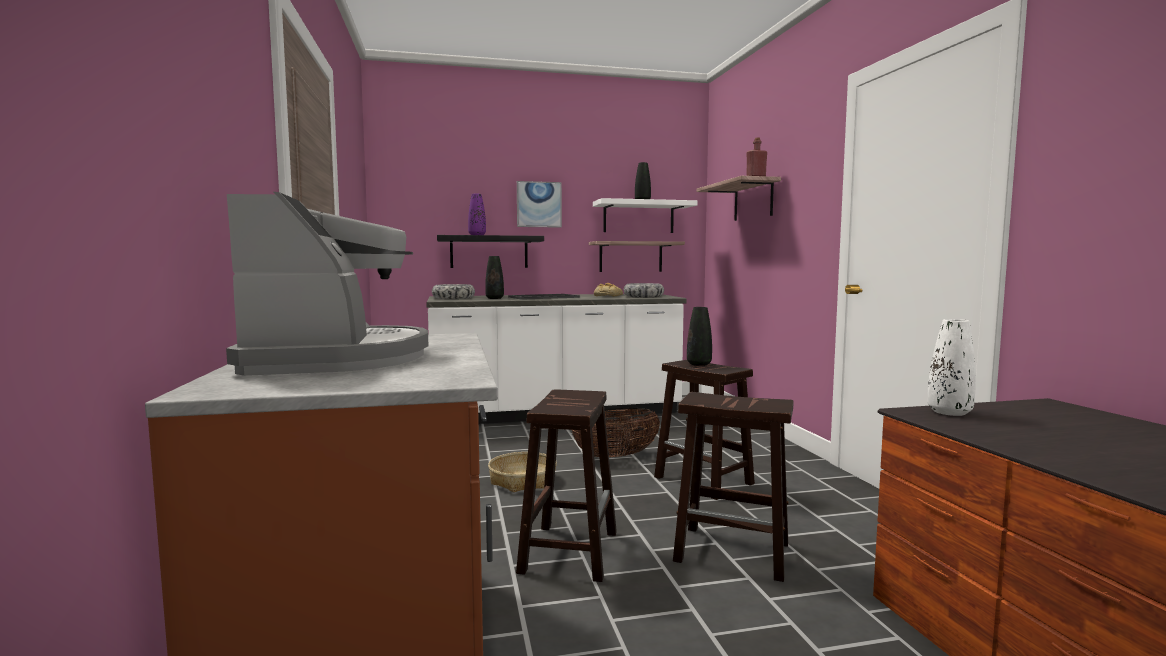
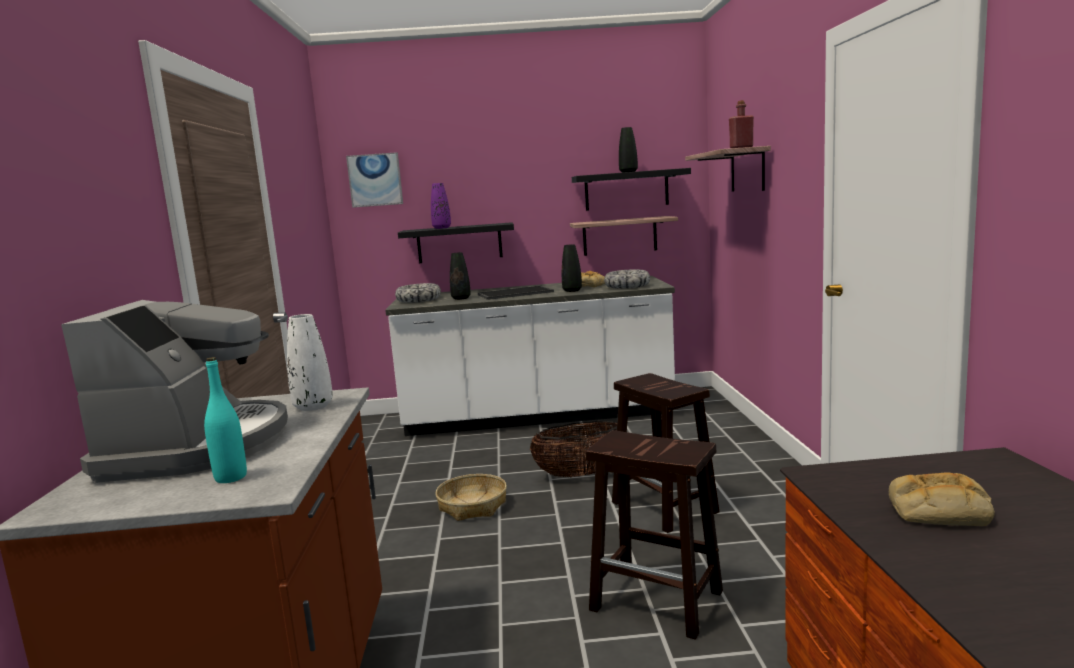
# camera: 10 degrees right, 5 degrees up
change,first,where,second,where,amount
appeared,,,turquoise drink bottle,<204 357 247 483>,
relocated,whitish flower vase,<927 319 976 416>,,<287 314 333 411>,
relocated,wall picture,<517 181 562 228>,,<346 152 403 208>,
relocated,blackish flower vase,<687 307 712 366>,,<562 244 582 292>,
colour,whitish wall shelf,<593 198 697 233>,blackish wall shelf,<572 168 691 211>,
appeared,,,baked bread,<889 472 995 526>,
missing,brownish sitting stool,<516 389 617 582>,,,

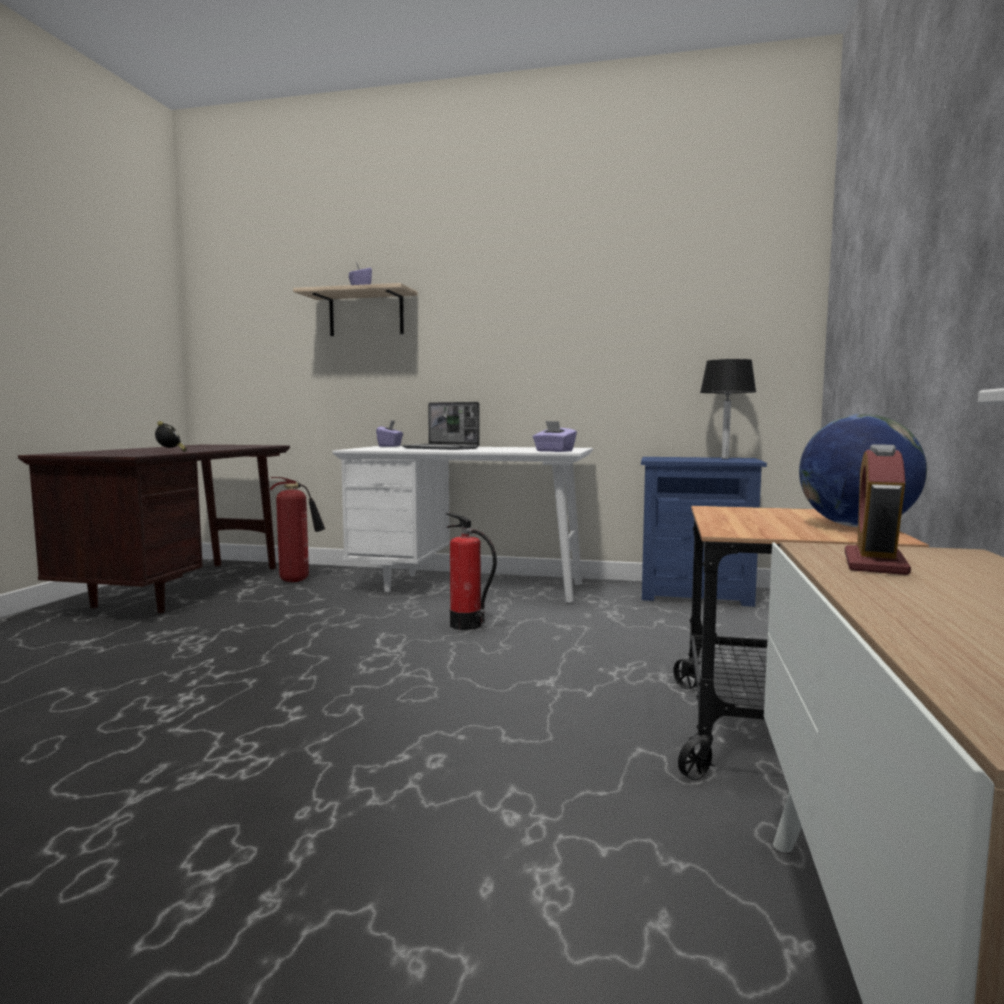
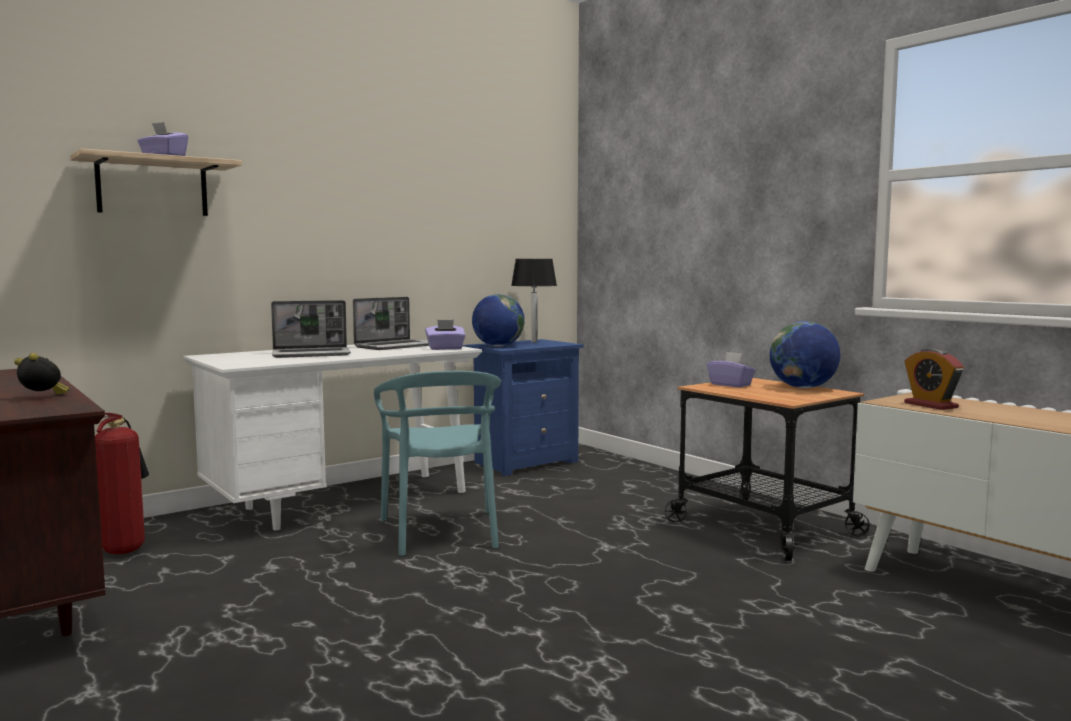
# camera: 50 degrees left, 0 degrees up
change,first,where,second,where,amount
appeared,,,portable computer,<353 297 429 350>,
exchanged,fire-fighting cylinder,<445 513 497 630>,turquoise chair,<374 371 501 556>,
appeared,,,globe,<472 294 525 347>,
relocated,purple-coloured tissue box,<376 421 403 447>,,<707 352 756 387>,

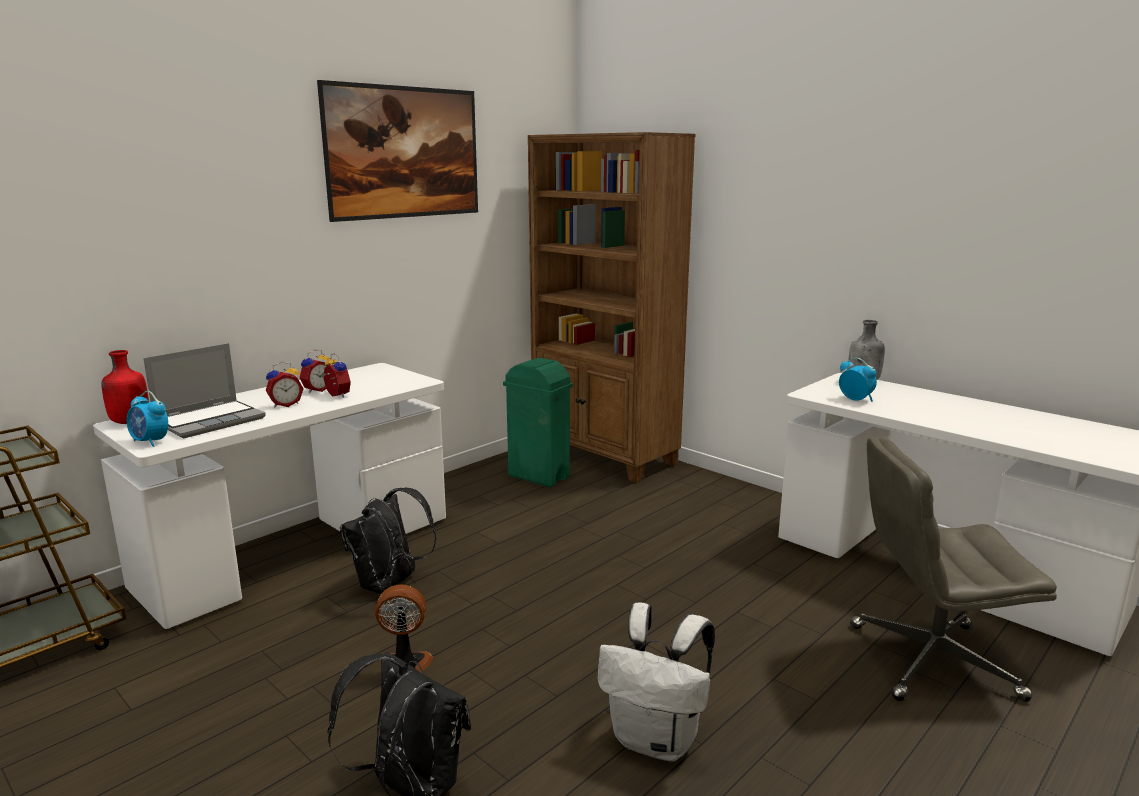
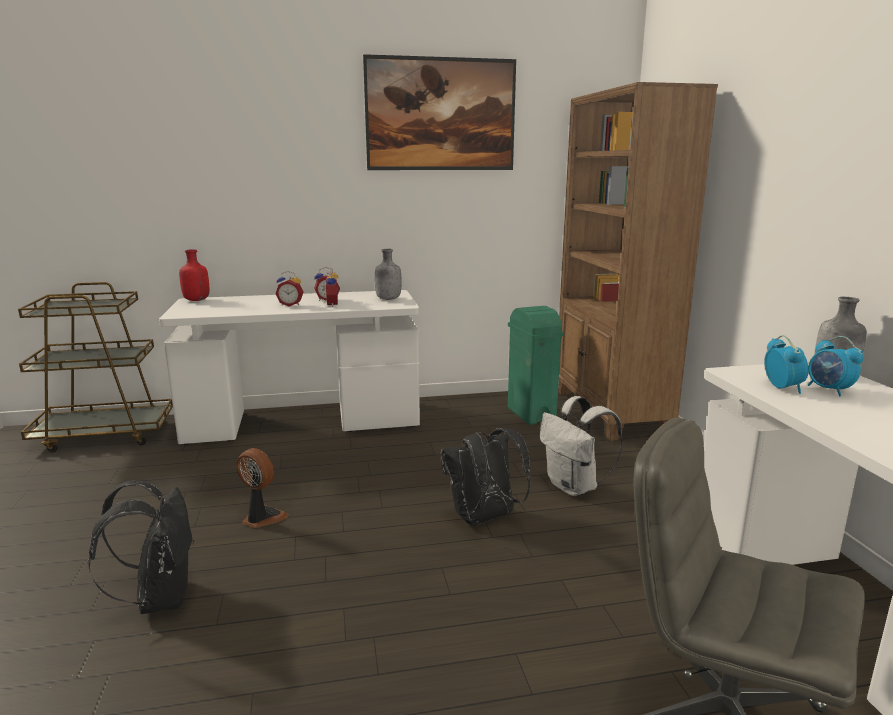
# camera: 35 degrees right, 0 degrees up
change,first,where,second,where,amount
appeared,,,gray drink bottle,<375 249 401 300>,
relocated,blackish backpack,<340 488 436 594>,,<441 428 531 526>,
relocated,whitish backpack,<597 603 715 761>,,<540 396 623 496>,
relocated,table clock,<127 391 168 447>,,<808 336 864 396>,
missing,portable computer,<143 343 266 438>,,,

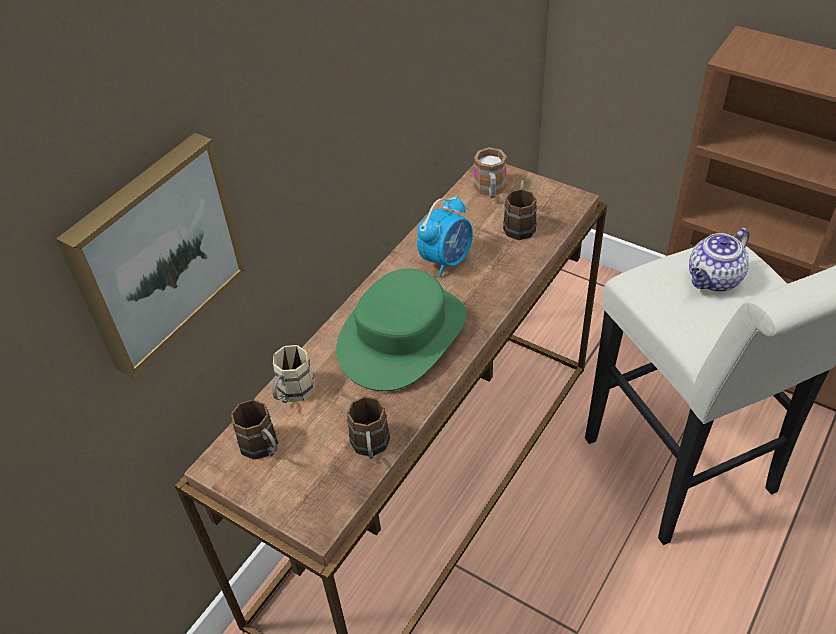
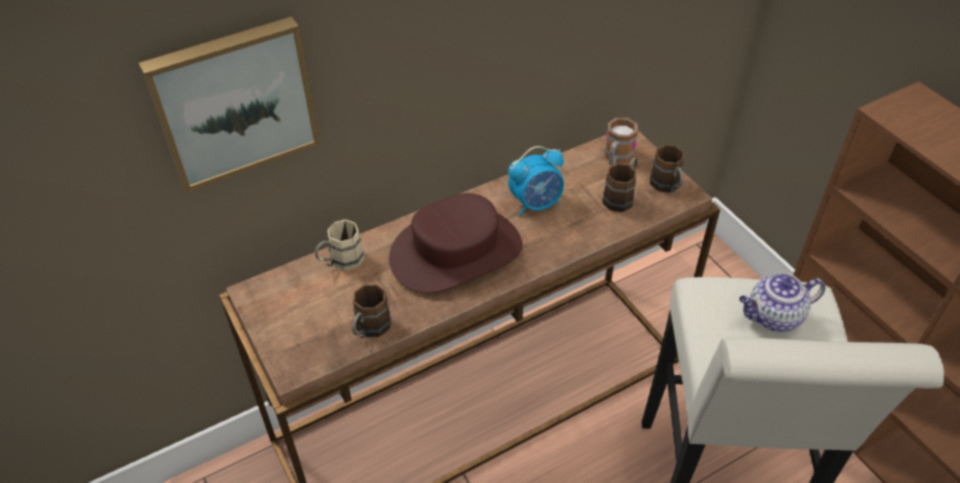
# camera: 25 degrees right, 0 degrees up
change,first,where,second,where,amount
colour,green wearable hat,<336 268 467 391>,brownish wearable hat,<389 193 522 293>,
relocated,brownish tea mug,<231 399 278 460>,,<650 145 684 193>,

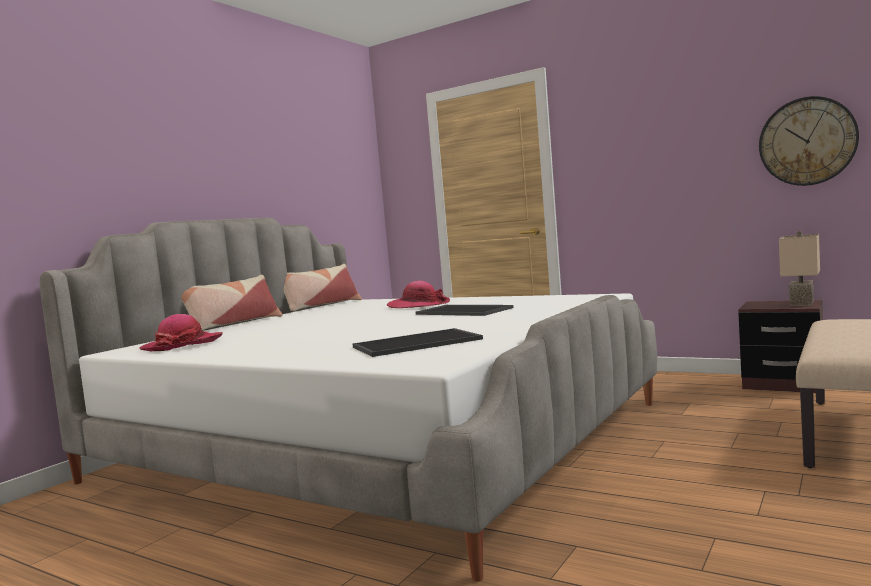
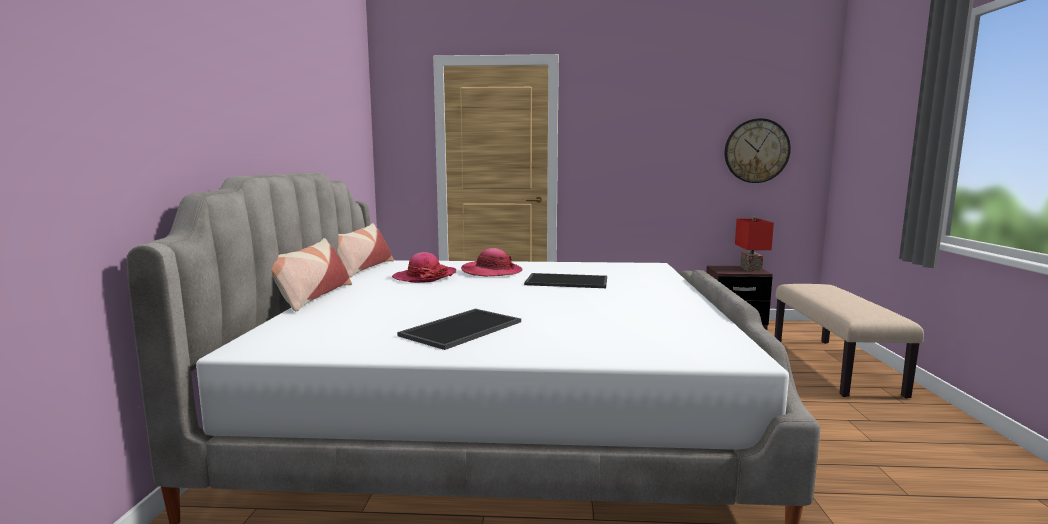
# camera: 30 degrees left, 5 degrees up
change,first,where,second,where,amount
relocated,wearable hat,<139 314 223 351>,,<392 252 456 283>,
relocated,tray,<353 328 483 357>,,<397 309 521 350>,
colour,beige-coloured table lamp,<779 231 820 306>,reddish table lamp,<735 217 774 271>,

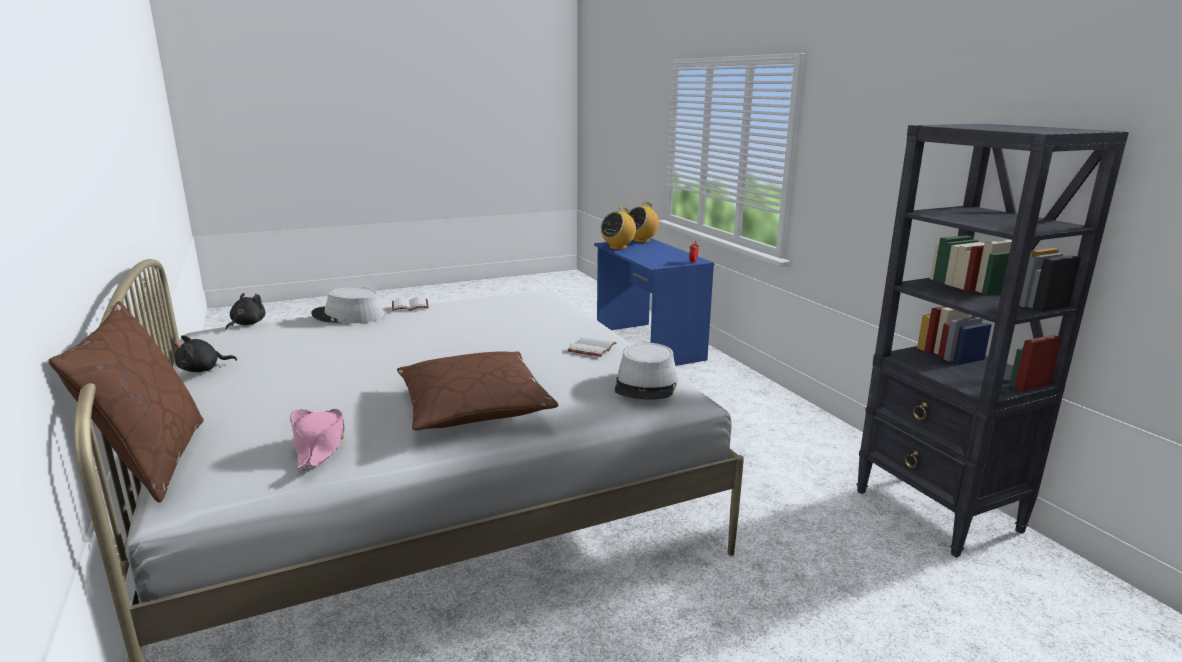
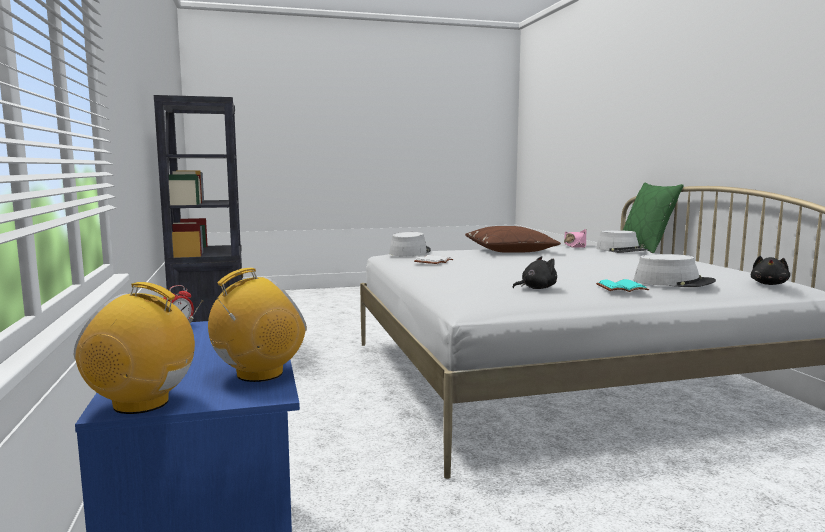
# camera: 170 degrees left, 10 degrees down
change,first,where,second,where,amount
spun,radio receiver,<628 202 659 243>,,<74 282 203 414>,135 degrees counterclockwise
relocated,blackish soft toy,<173 336 237 372>,,<512 256 557 289>,
appeared,,,gray wearable hat,<596 230 648 253>,
colour,whitish volume,<392 296 429 311>,turquoise volume,<596 279 649 292>,
colour,brownish pillow,<48 301 204 503>,green pillow,<623 183 684 253>,

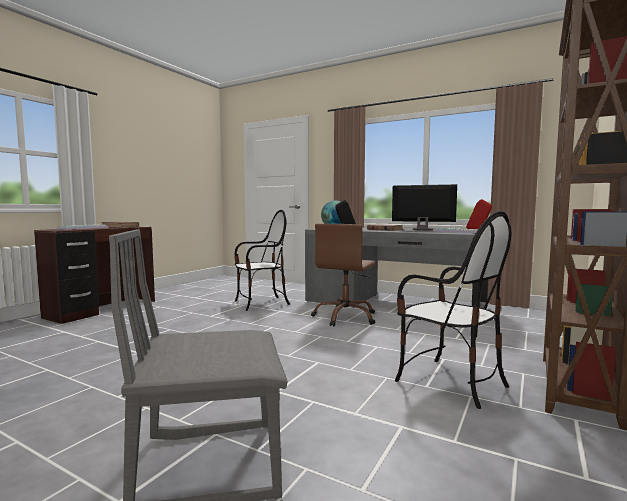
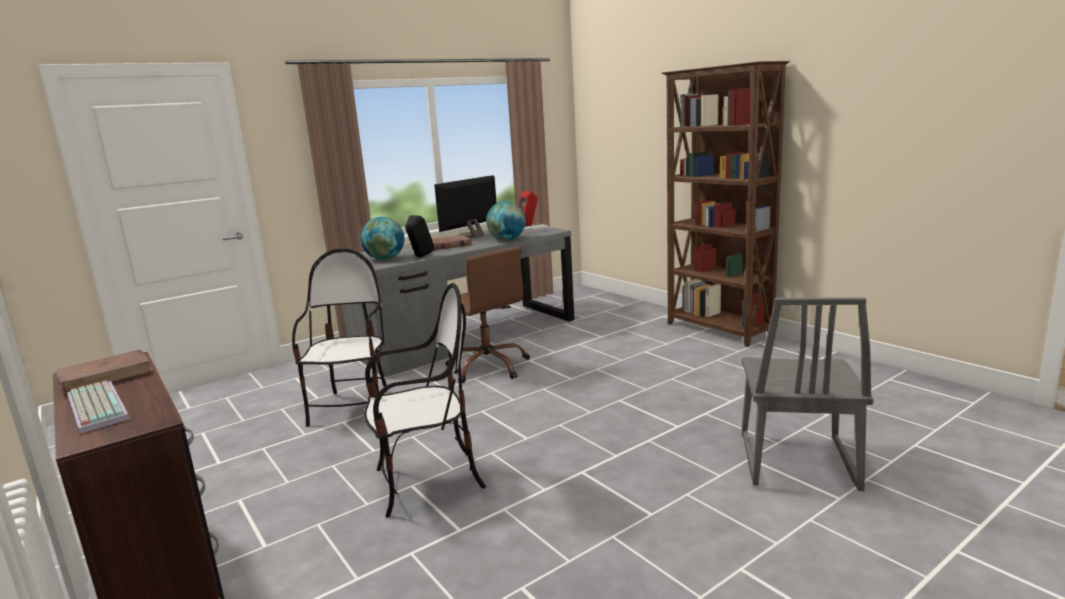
# camera: 65 degrees left, 10 degrees up
change,first,where,second,where,amount
relocated,chair,<395 211 512 409>,,<364 283 486 517>,
appeared,,,globe,<486 201 526 241>,

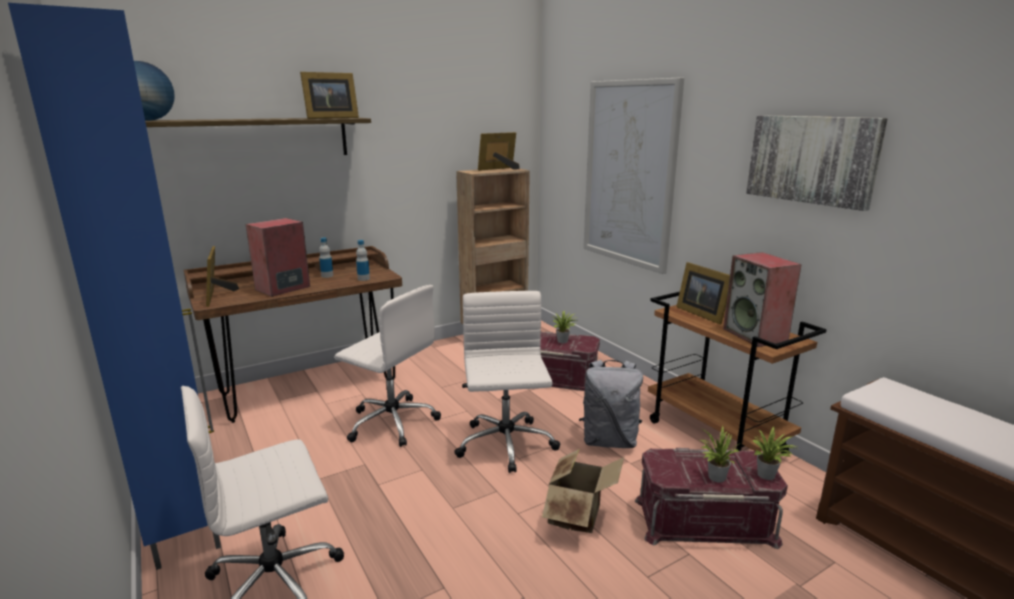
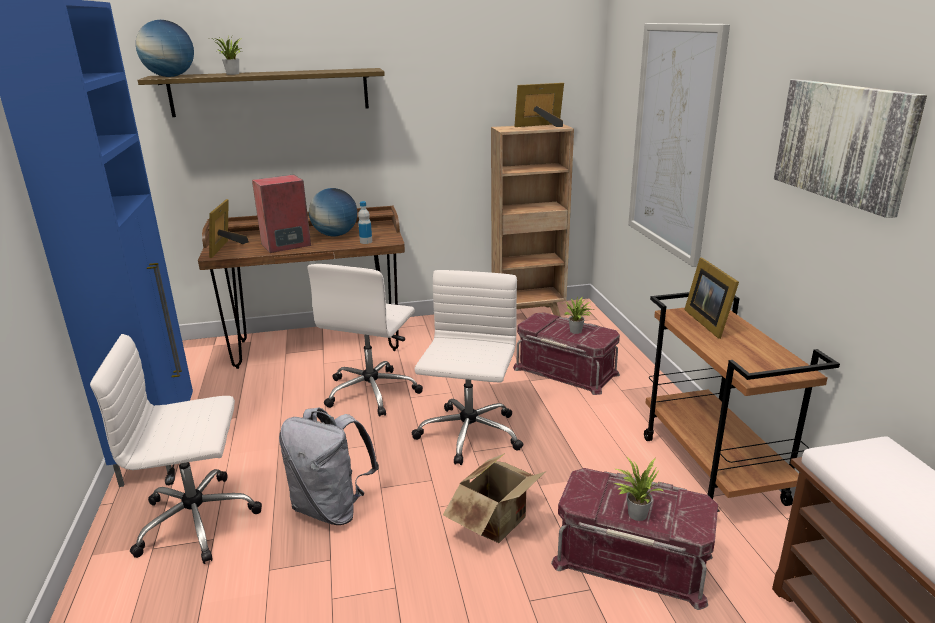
# camera: 20 degrees right, 5 degrees up
change,first,where,second,where,amount
relocated,houseplant,<752 427 797 480>,,<210 35 242 75>,
relocated,gray backpack,<579 360 643 448>,,<279 407 379 525>,
spun,whitish computer chair,<335 285 441 447>,,<307 264 423 417>,60 degrees clockwise
exchanged,drink bottle,<319 238 333 278>,globe,<309 188 357 236>,
missing,picture frame,<300 72 359 119>,,,
missing,speaker,<723 252 802 347>,,,

